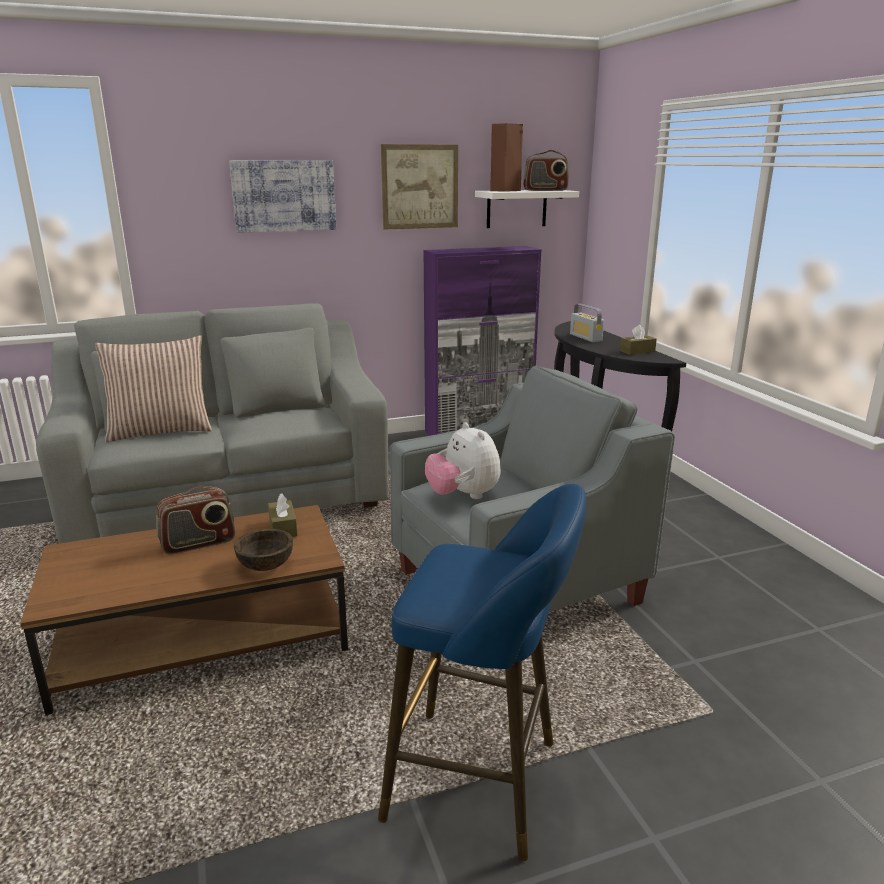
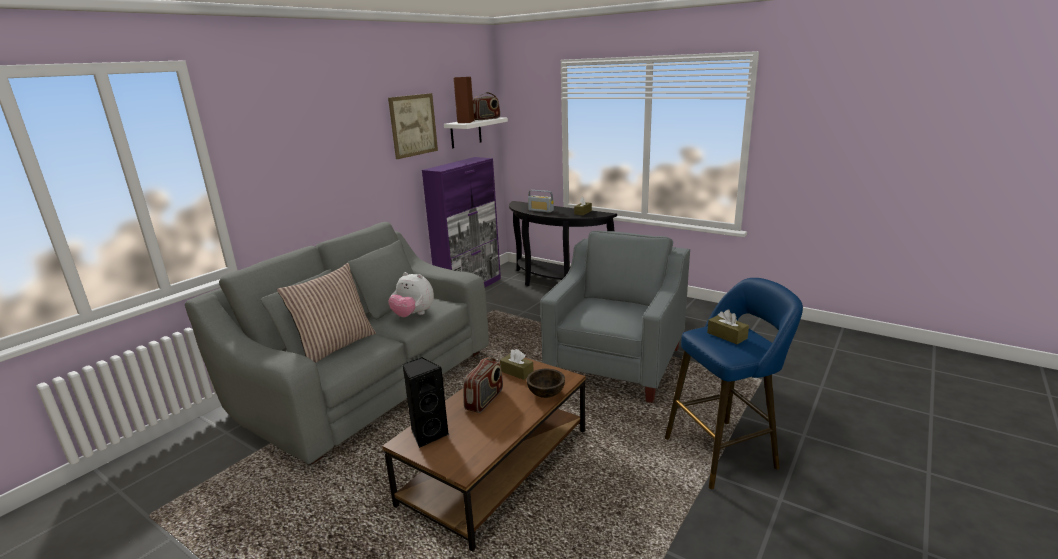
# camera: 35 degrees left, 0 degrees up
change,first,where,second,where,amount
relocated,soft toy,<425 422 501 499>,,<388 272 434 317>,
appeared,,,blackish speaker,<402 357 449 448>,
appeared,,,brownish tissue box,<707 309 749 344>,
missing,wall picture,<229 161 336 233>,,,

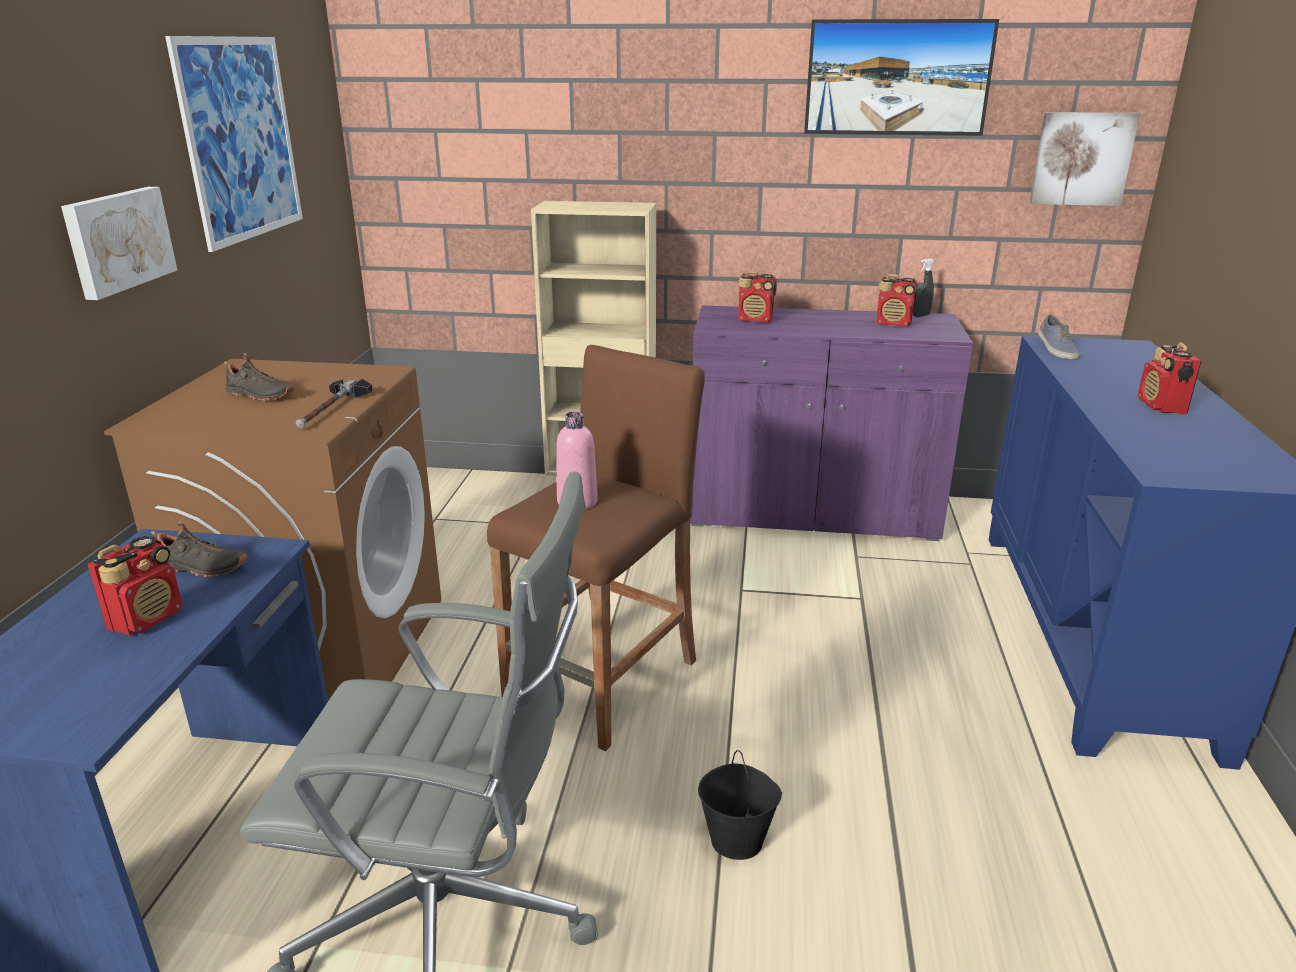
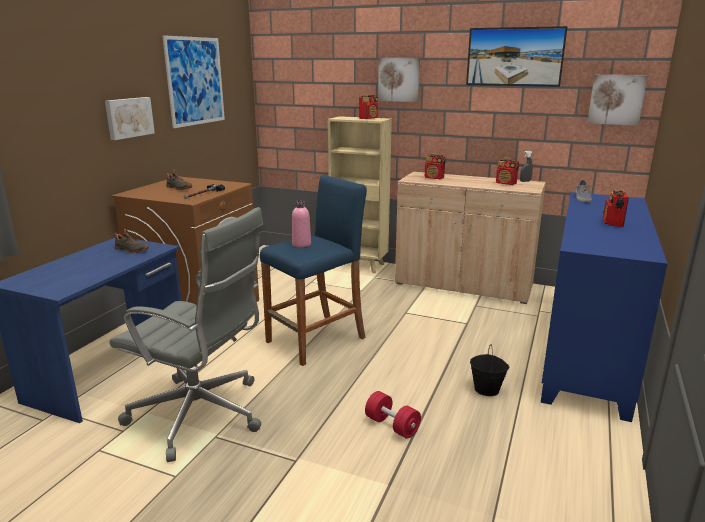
# camera: 15 degrees right, 5 degrees down
change,first,where,second,where,amount
colour,brownish sitting stool,<487 345 705 751>,blue-coloured sitting stool,<260 175 367 366>,
relocated,radio receiver,<87 536 183 636>,,<359 94 378 119>,
appeared,,,reddish hand weight,<365 391 421 439>,
appeared,,,wall picture,<378 58 420 102>,
colour,purple-coloured cupboard,<690 305 973 541>,beige-coloured cupboard,<395 172 546 304>,
relocated,blackish bucket,<698 750 782 860>,,<470 344 510 396>,

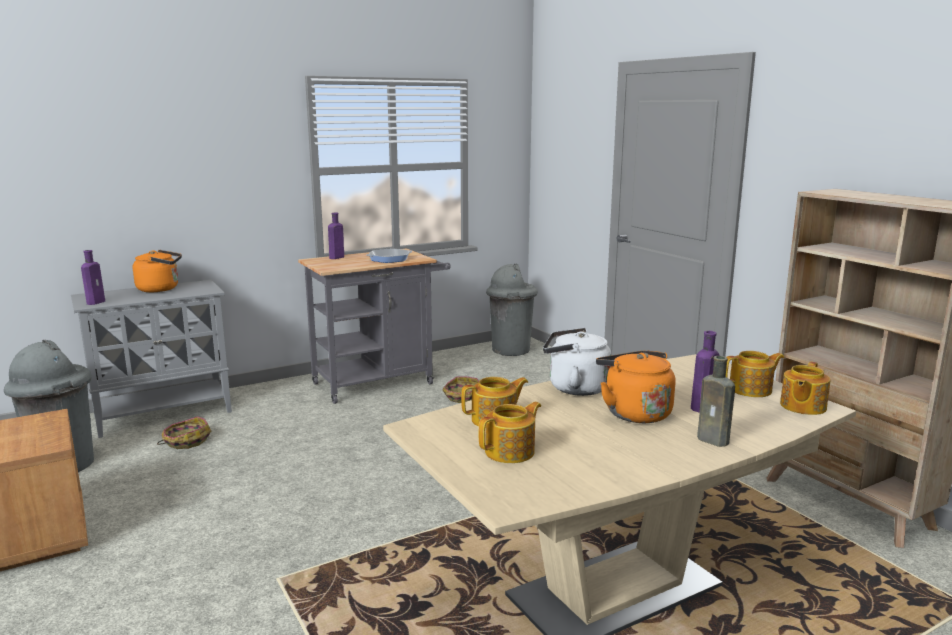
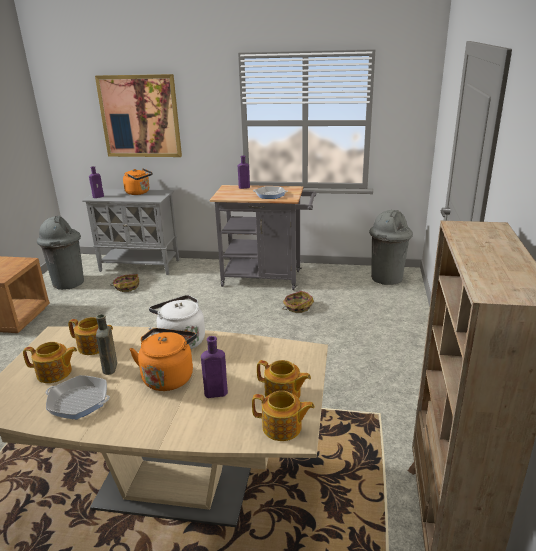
# camera: 40 degrees right, 10 degrees up
change,first,where,second,where,amount
appeared,,,pan,<46 375 110 419>,
appeared,,,wall picture,<95 74 182 157>,
relocated,brownish drink bottle,<697 356 735 447>,,<96 314 117 375>,
spun,tea pot,<780 361 831 415>,,<252 391 315 441>,150 degrees counterclockwise

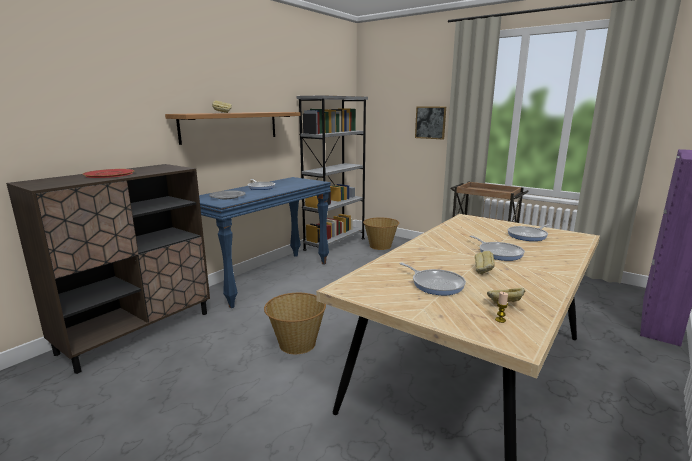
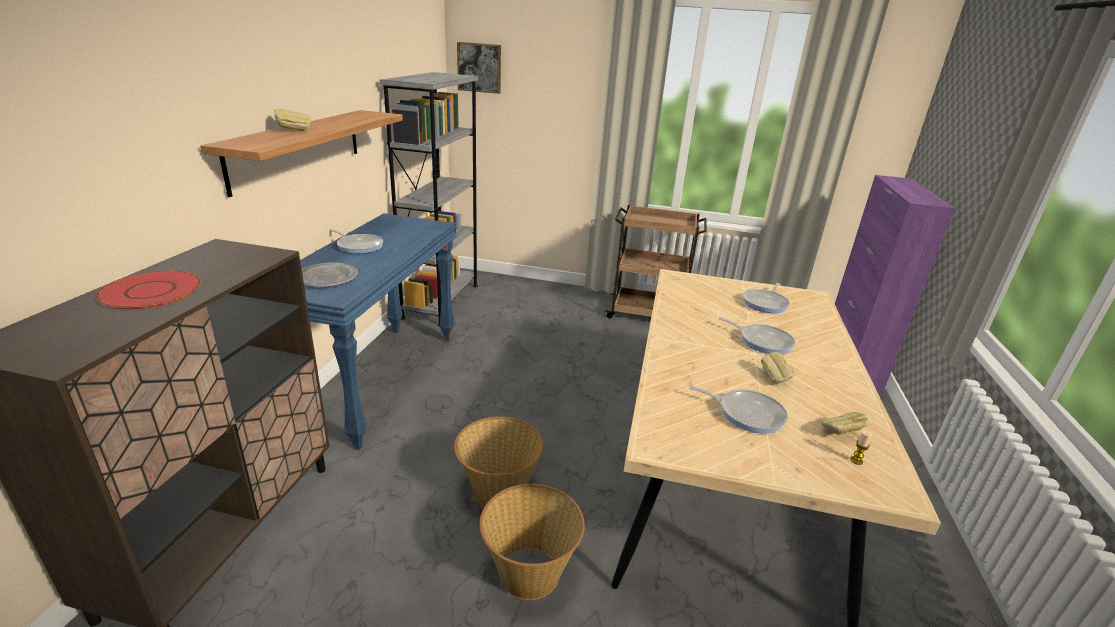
# camera: 25 degrees left, 10 degrees up
change,first,where,second,where,amount
relocated,wall picture,<415 107 446 139>,,<457 42 501 94>,
relocated,storage basket,<363 217 399 250>,,<479 484 585 600>,

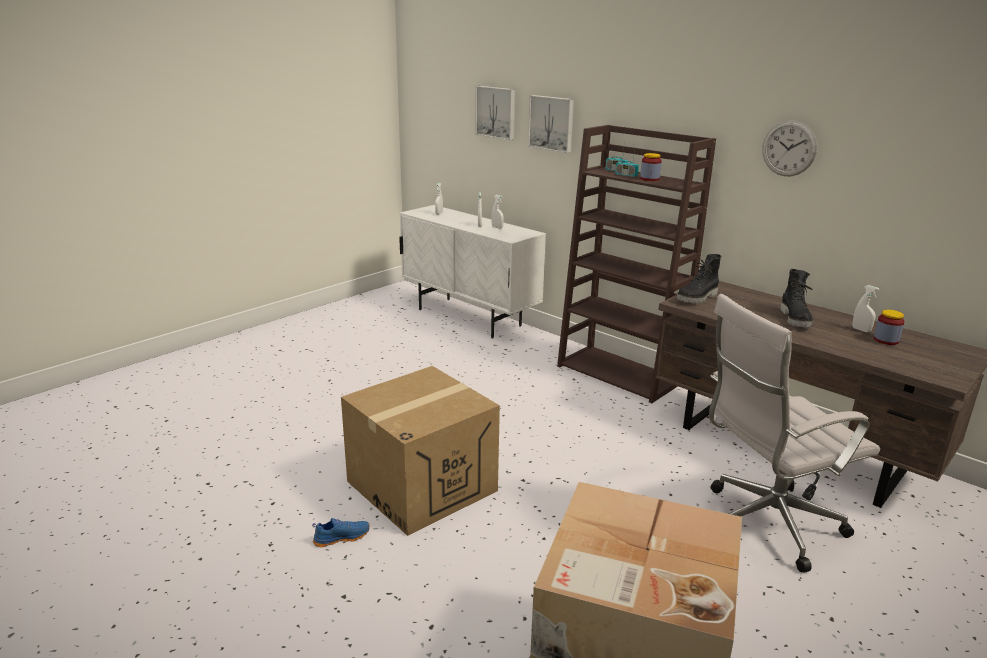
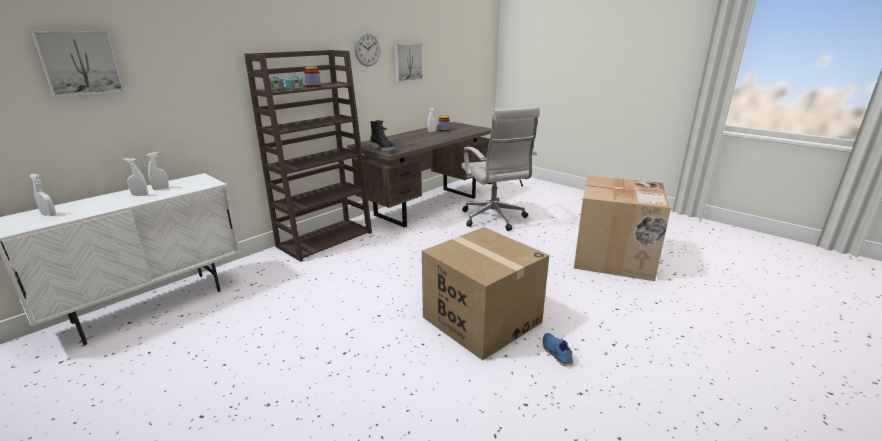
# camera: 90 degrees left, 0 degrees up
change,first,where,second,where,amount
relocated,wall picture,<528 95 574 153>,,<394 44 423 82>,
missing,blackish boot,<780 269 813 327>,,,

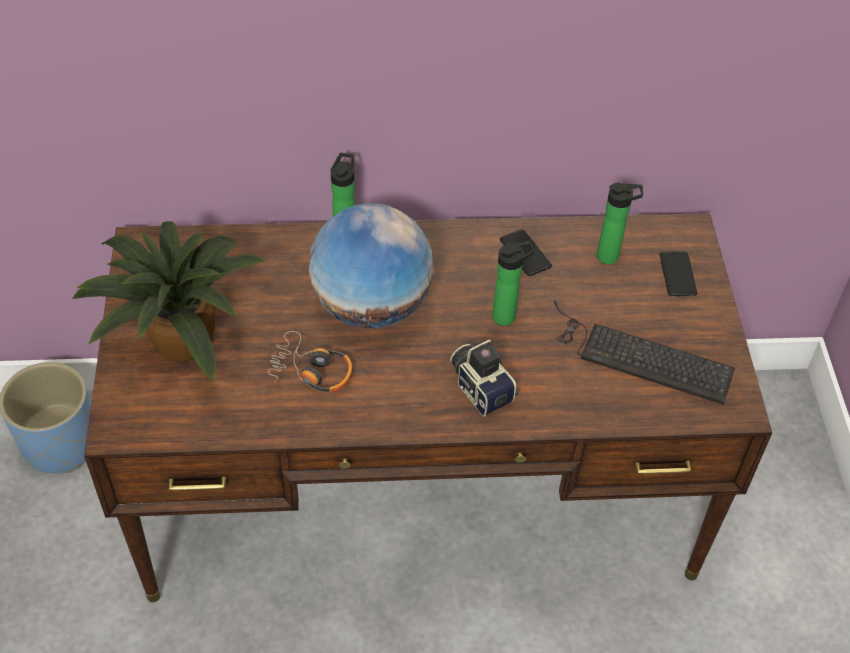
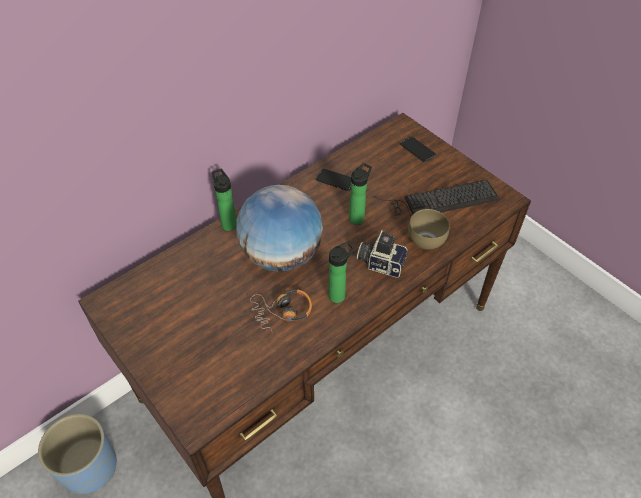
# camera: 35 degrees left, 0 degrees up
change,first,where,second,where,amount
relocated,drink bottle,<597 183 643 264>,,<328 242 355 303>,
appeared,,,brownish bowl,<408 209 450 250>,
missing,houseplant,<72 221 267 382>,,,

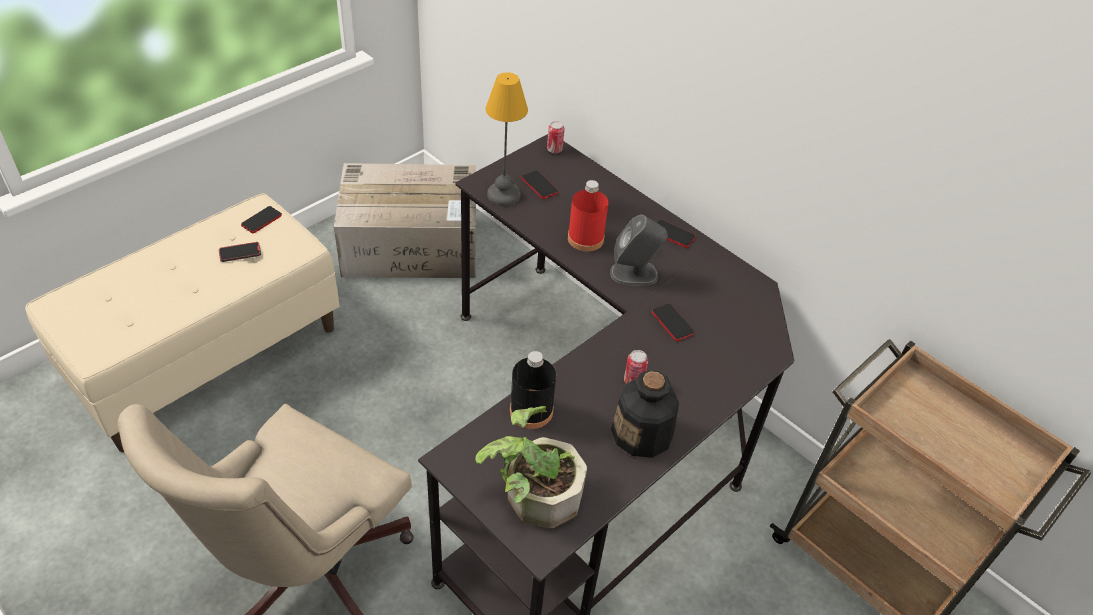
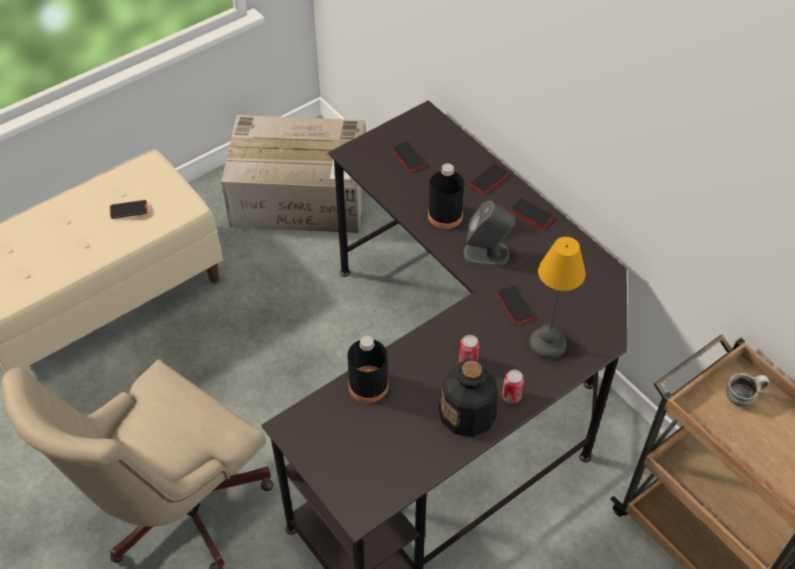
# camera: 10 degrees right, 5 degrees up
change,first,where,second,where,amount
colour,reddish drink bottle,<568 180 608 252>,blackish drink bottle,<428 163 465 229>,
relocated,handset,<241 206 282 233>,,<470 164 509 194>,
relocated,sealed can,<547 121 564 153>,,<502 370 524 404>,
relocated,table lamp,<486 72 528 206>,,<529 237 586 359>,
appeared,,,tea mug,<727 373 769 407>,
missing,houseplant,<475 406 587 529>,,,

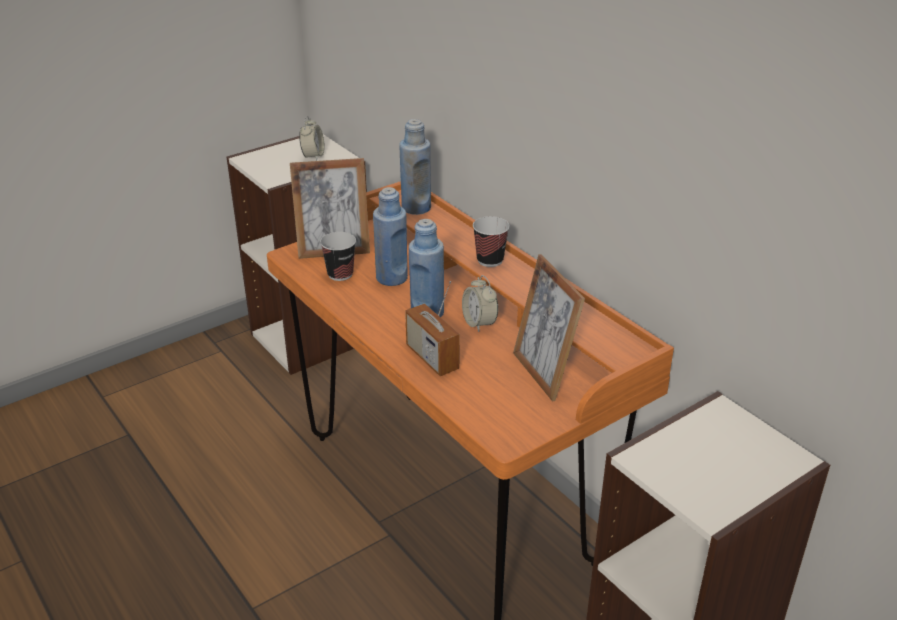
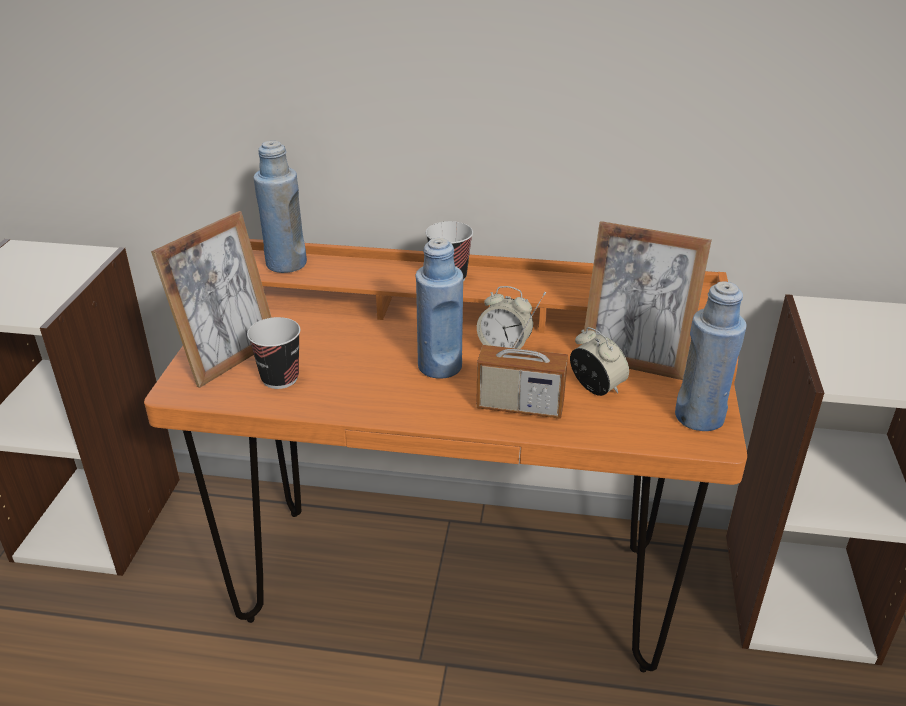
# camera: 45 degrees left, 0 degrees up
change,first,where,second,where,amount
relocated,table clock,<299 116 325 161>,,<570 327 629 396>,
relocated,blue-coloured drink bottle,<373 187 408 286>,,<675 281 747 431>,

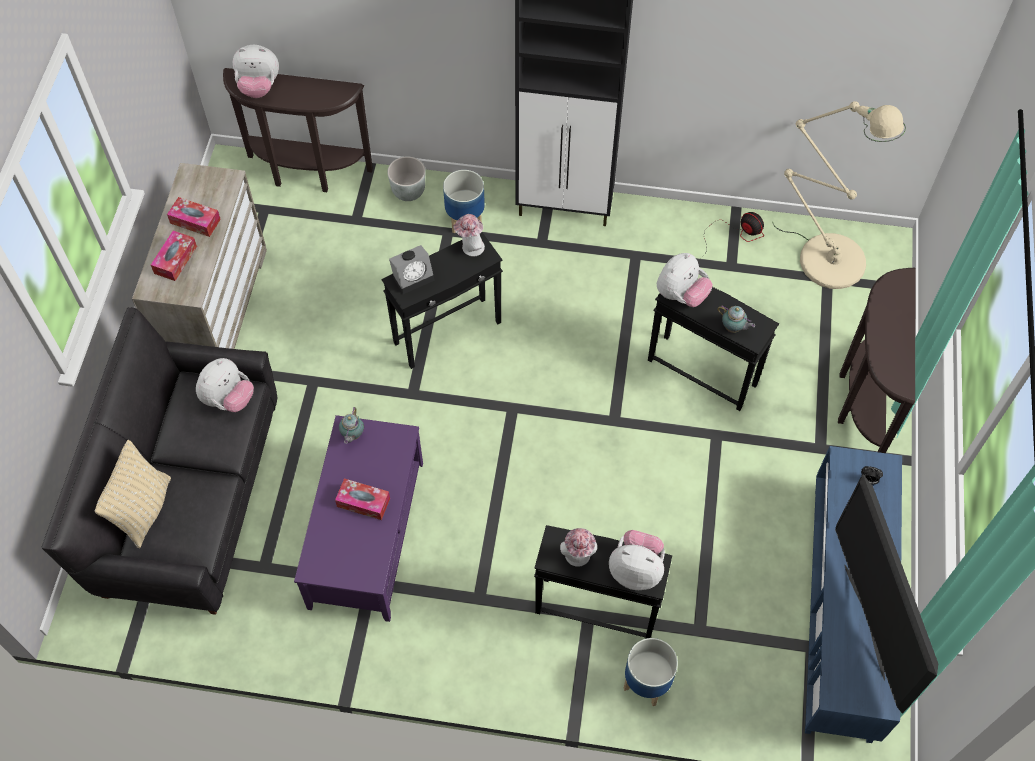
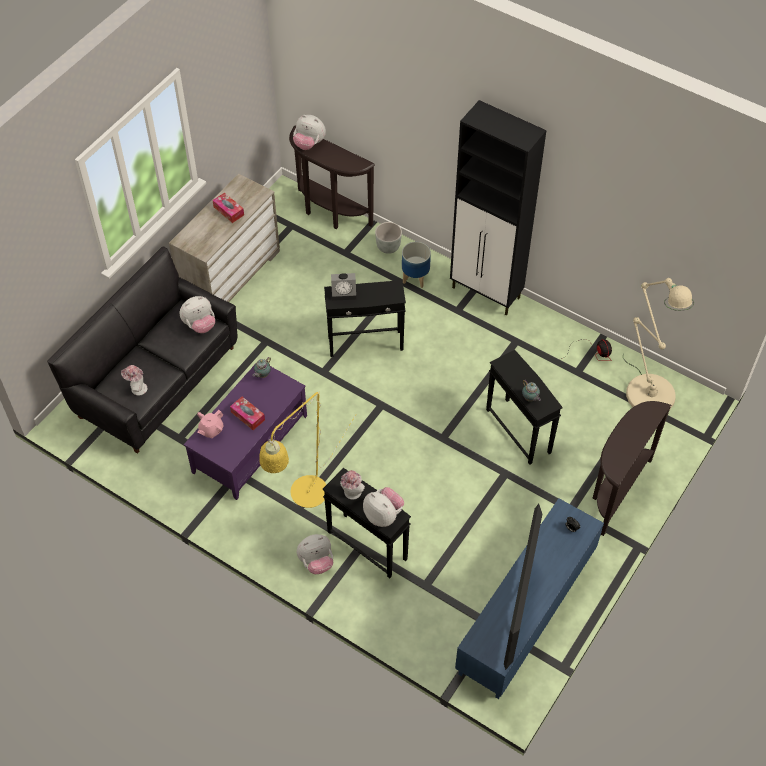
# camera: 25 degrees right, 5 degrees down
change,first,where,second,where,amount
relocated,wearable hat,<453 214 485 257>,,<121 365 148 396>,
appeared,,,pink-coloured tea pot,<197 410 224 438>,
appeared,,,yellowish standard lamp,<259 392 356 508>,
relocated,soft toy,<657 253 713 307>,,<297 534 333 574>,
missing,beige-coloured pillow,<95 440 171 548>,,,
missing,tissue box,<151 231 197 281>,,,
missing,flower pot,<624 638 678 706>,,,

